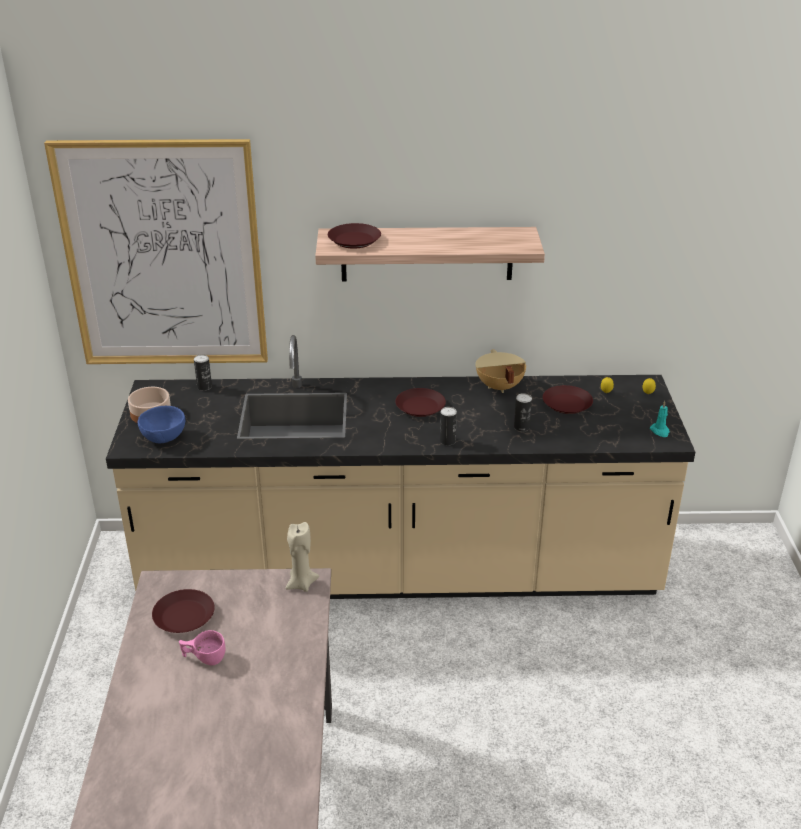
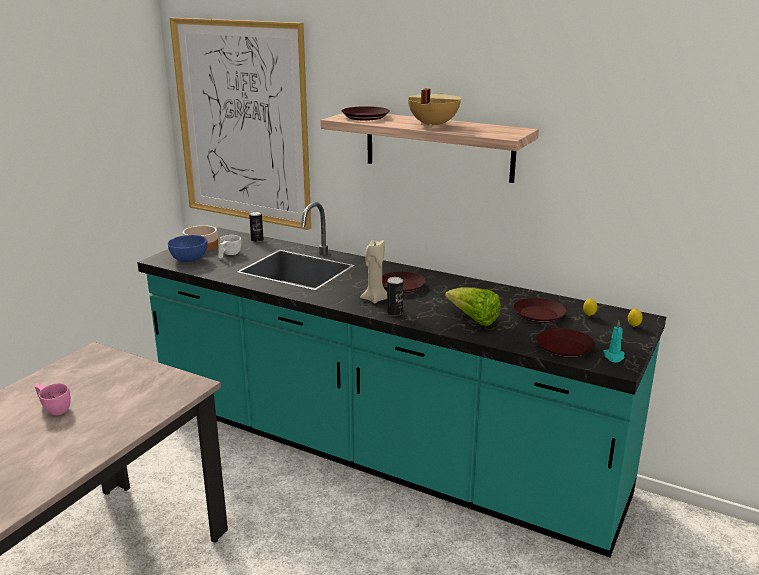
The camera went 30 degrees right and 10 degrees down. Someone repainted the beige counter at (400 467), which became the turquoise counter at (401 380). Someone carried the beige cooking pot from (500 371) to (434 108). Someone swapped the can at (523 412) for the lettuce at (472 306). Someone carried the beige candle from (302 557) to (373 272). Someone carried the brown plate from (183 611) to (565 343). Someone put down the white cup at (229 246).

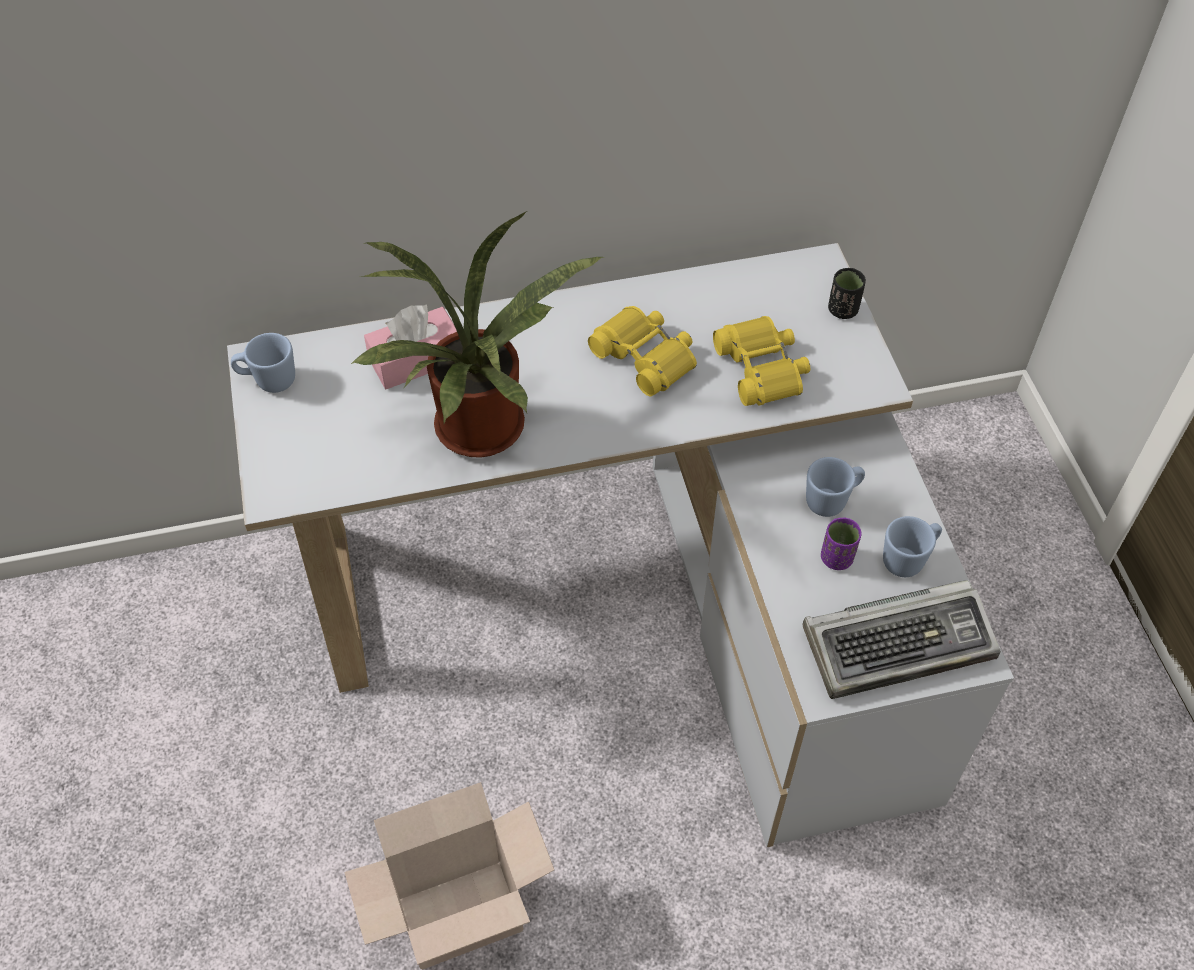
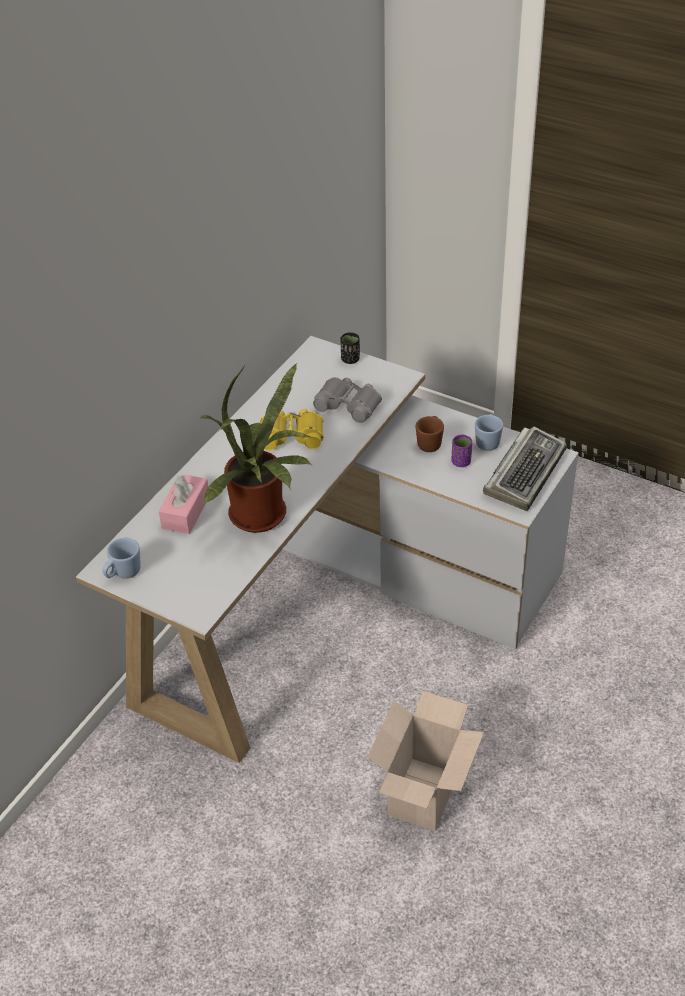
The camera went 45 degrees left and 10 degrees down. Someone repainted the yellow binoculars at (761 361), which became the grey binoculars at (347 400). Someone repainted the blue mug at (835 487), which became the brown mug at (430 434).

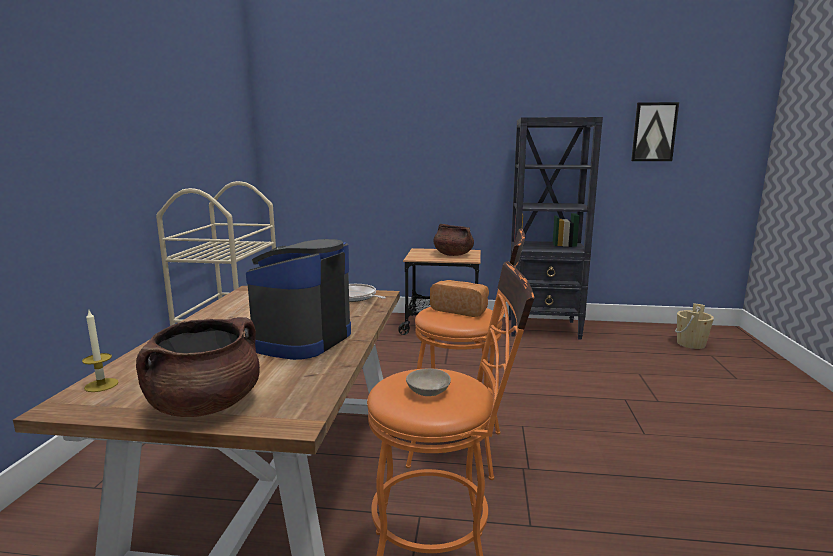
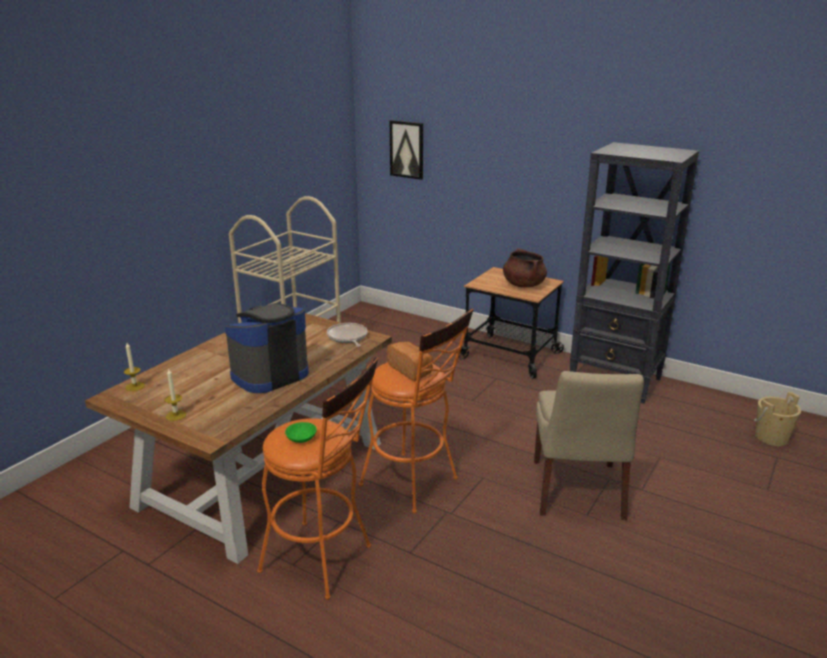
The camera went 25 degrees right and 10 degrees up. Someone carried the picture from (655 131) to (406 150). Someone swapped the brown cooking pot at (198 367) for the candle at (175 395). Someone repainted the beige bowl at (428 382), which became the green bowl at (301 432). Someone put down the beige chair at (589 445).

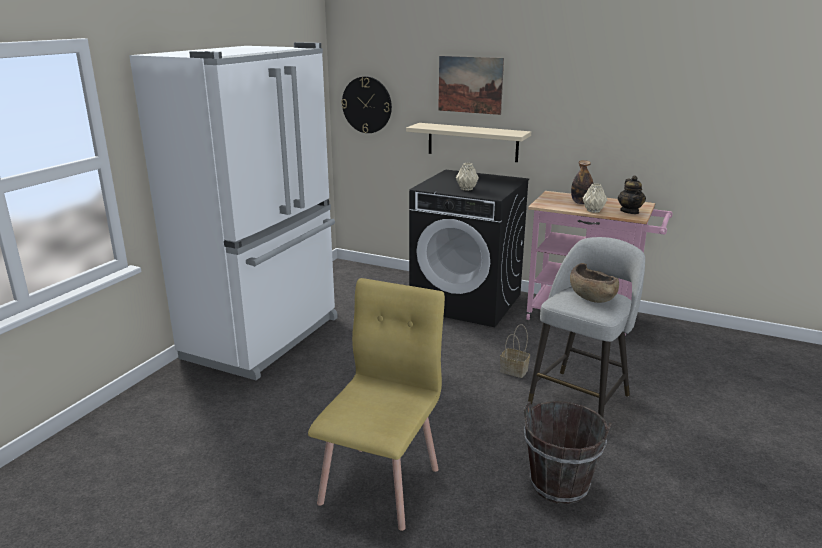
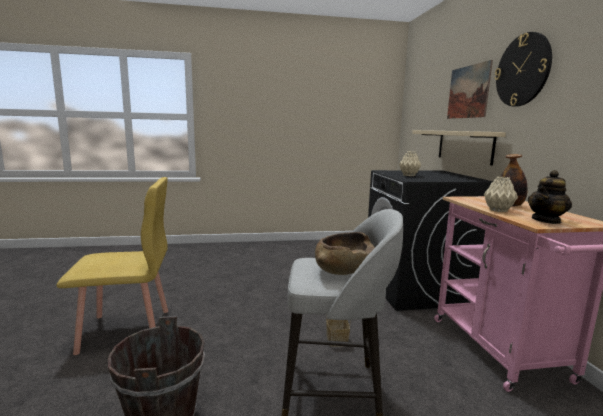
The camera went 55 degrees right and 10 degrees down. Someone took away the white fridge at (233 211). Someone carried the wall clock from (366 104) to (523 69).

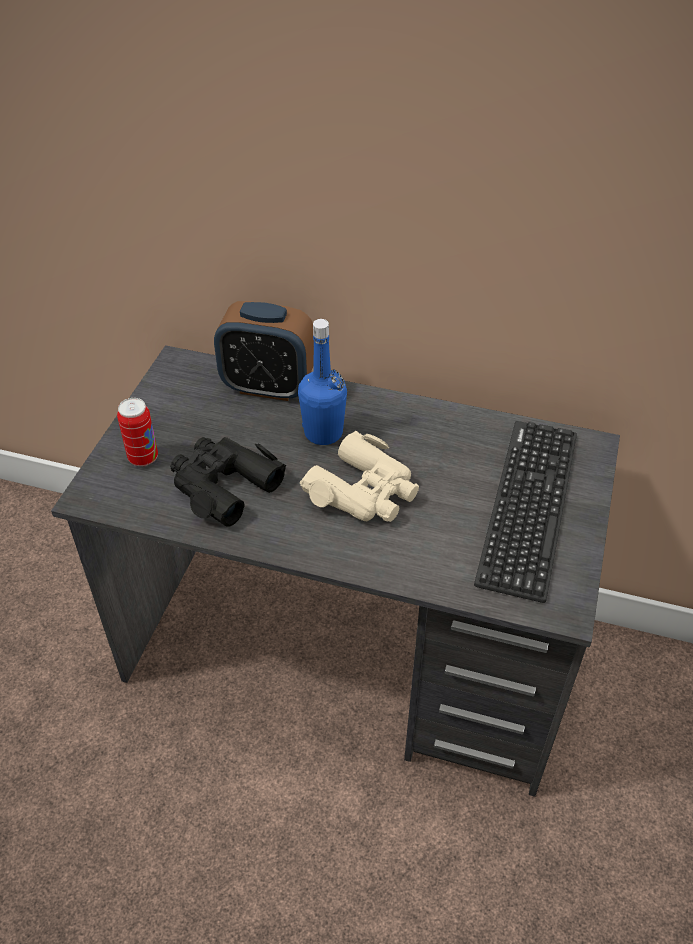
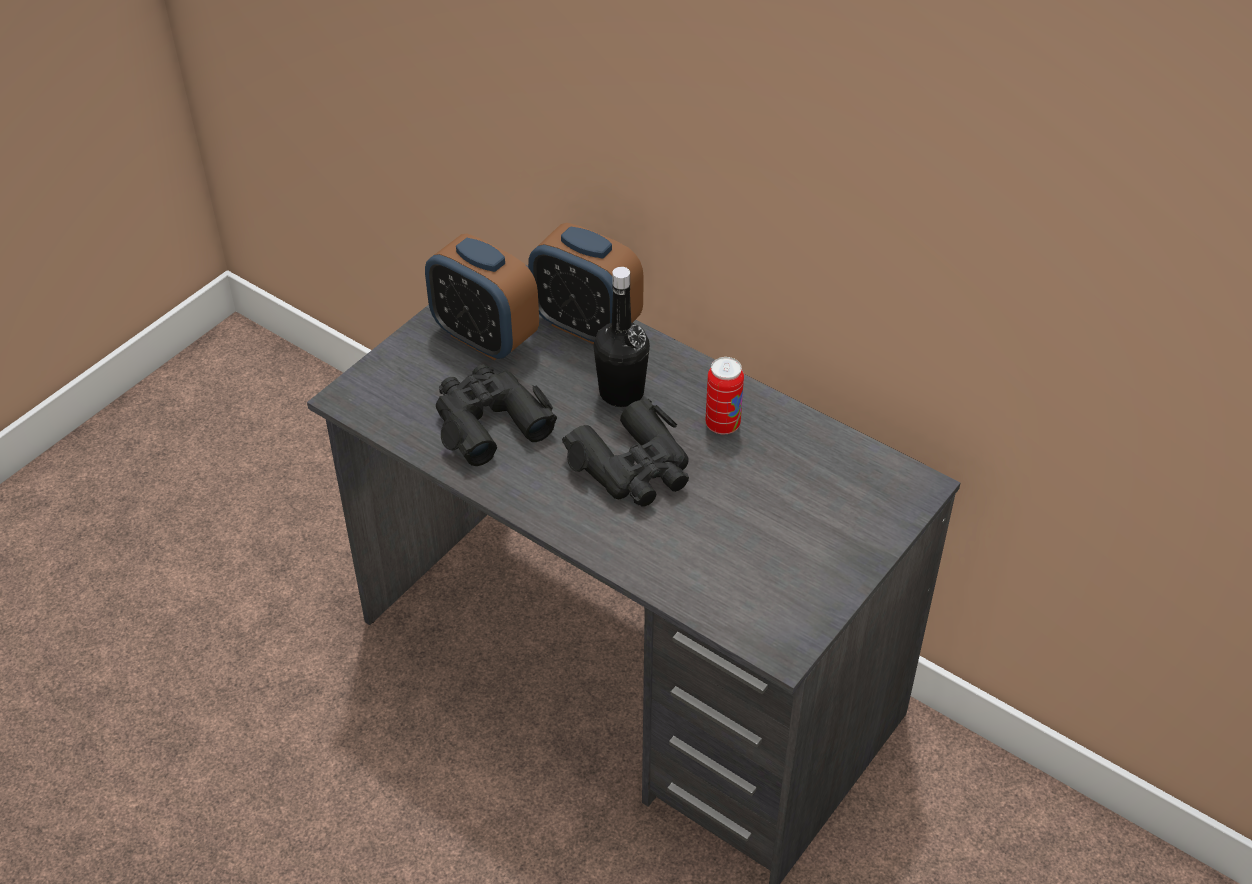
The camera went 20 degrees right and 0 degrees up. Someone repainted the blue bottle at (322 382), which became the black bottle at (621 337). Someone carried the can from (137 432) to (724 396). Someone took away the keyboard at (525 512). Someone repainted the beige binoculars at (359 476), which became the black binoculars at (625 453). Someone put down the alarm clock at (482 296).

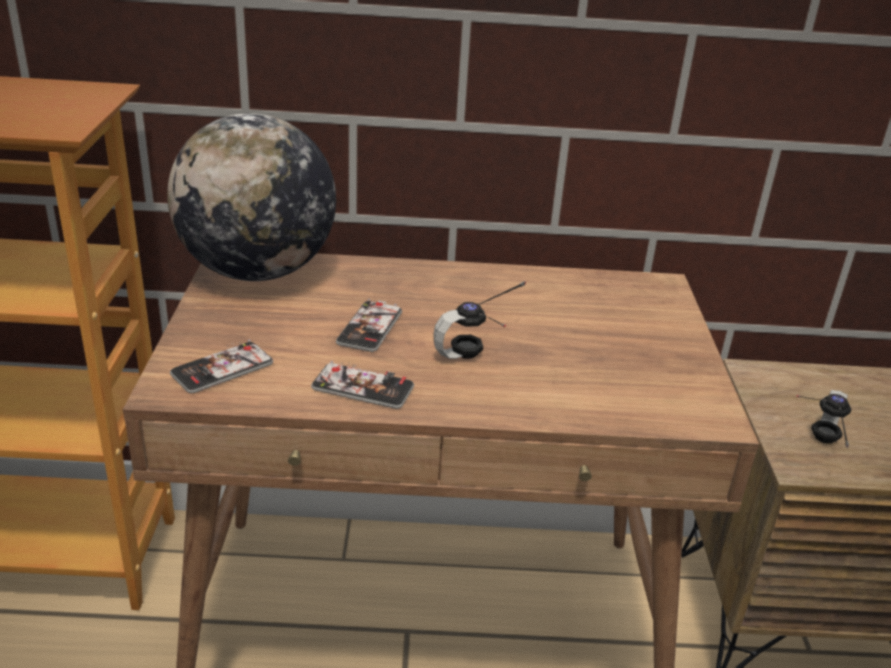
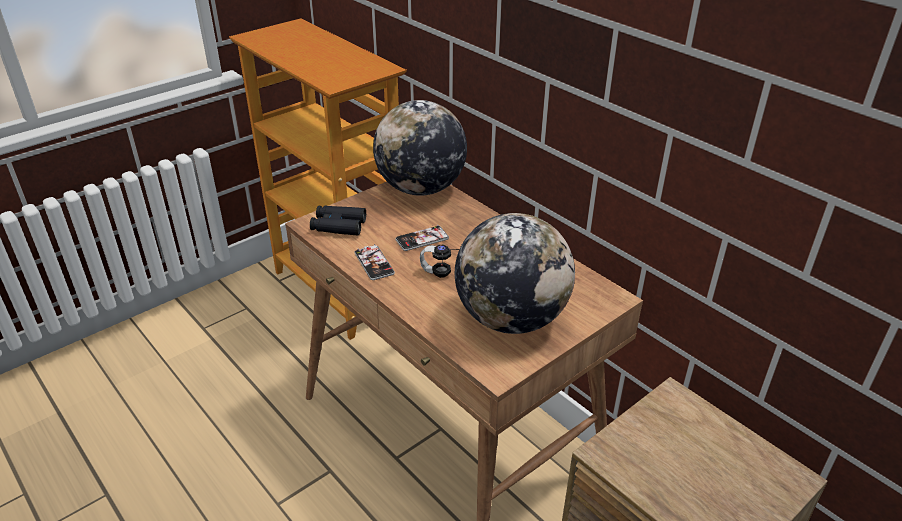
The camera went 50 degrees right and 5 degrees up. Someone swapped the phone at (221 366) for the black binoculars at (338 221). Someone took away the headphones at (823 419). Someone put down the globe at (515 273).

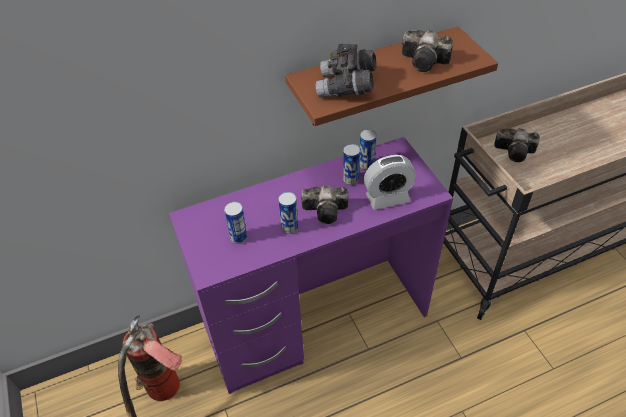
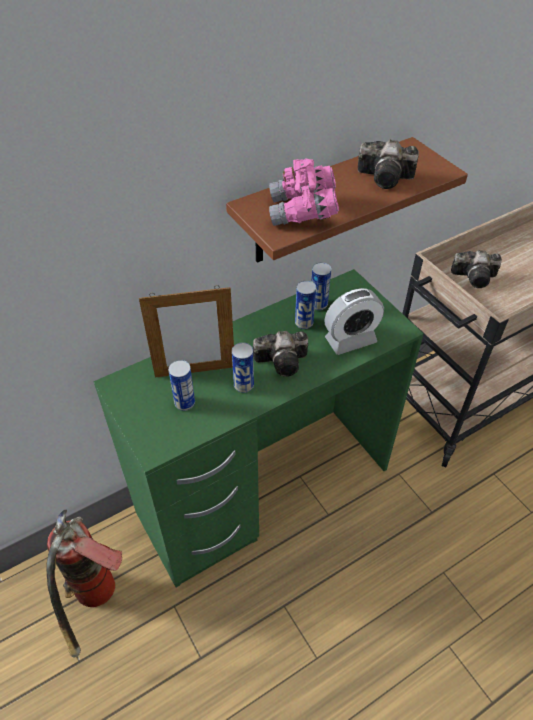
The camera went 10 degrees left and 0 degrees up. Someone repainted the grey binoculars at (346 70), which became the pink binoculars at (304 192). Someone repainted the purple desk at (311 265), which became the green desk at (258 428). Someone put down the picture frame at (186 331).

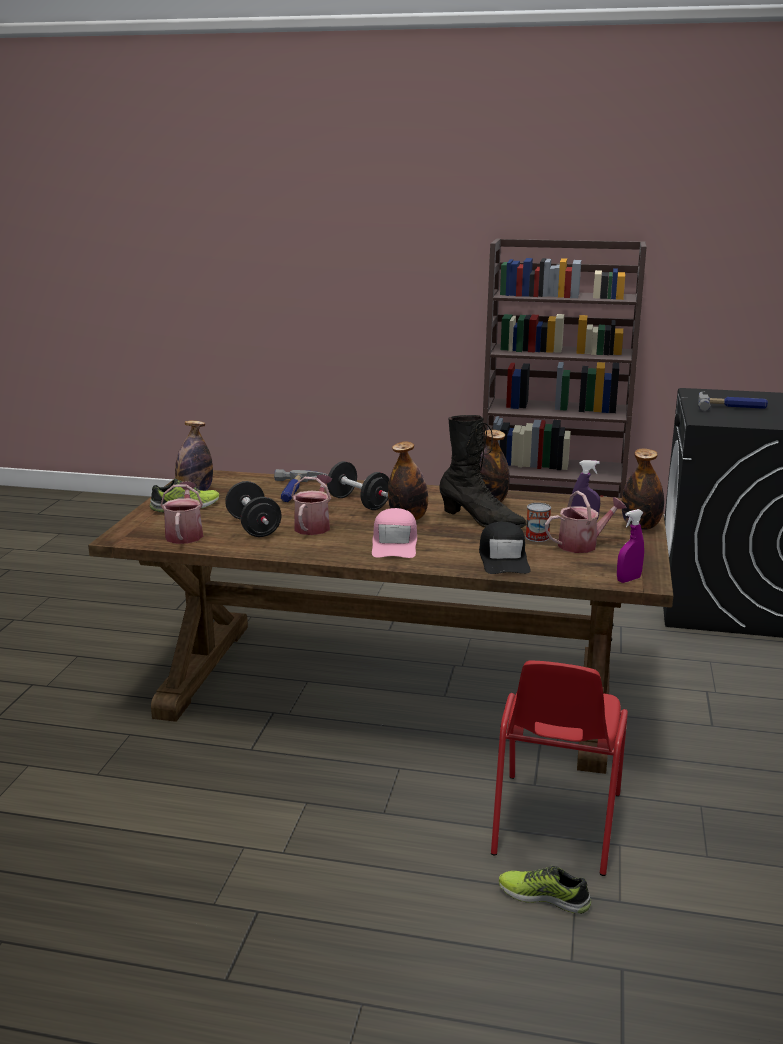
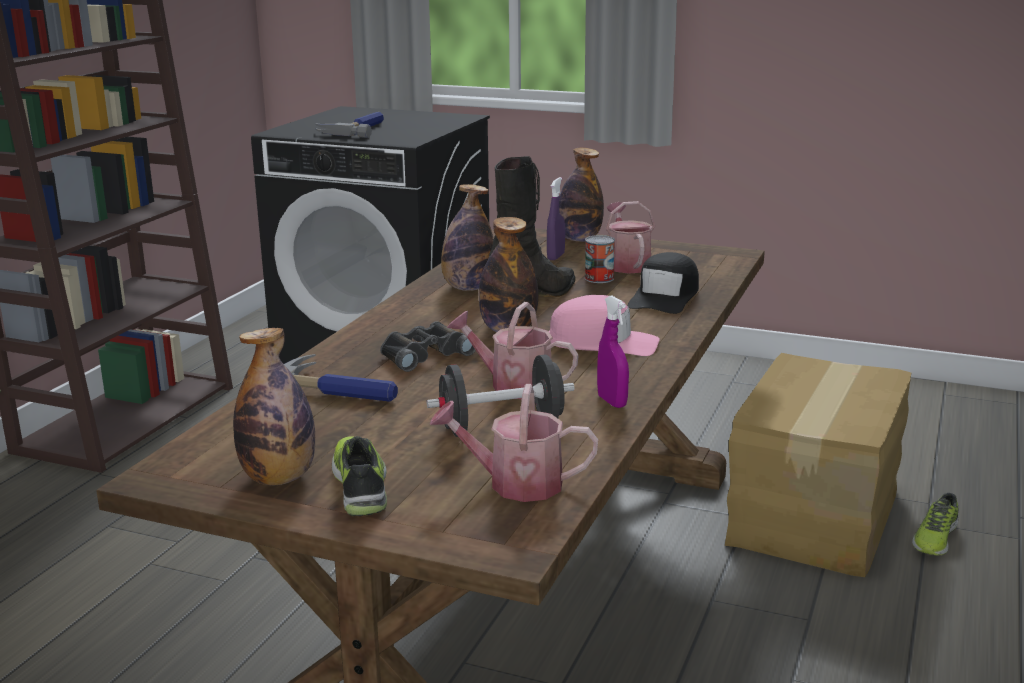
The camera went 80 degrees left and 0 degrees up. Someone swapped the black dumbbell at (358 485) for the black binoculars at (428 346). Someone carried the purple spray bottle from (630 546) to (613 352). Someone rotated the black cap at (505 548) by 105 degrees clockwise. Someone swapped the red chair at (559 768) for the cardboard box at (818 465).

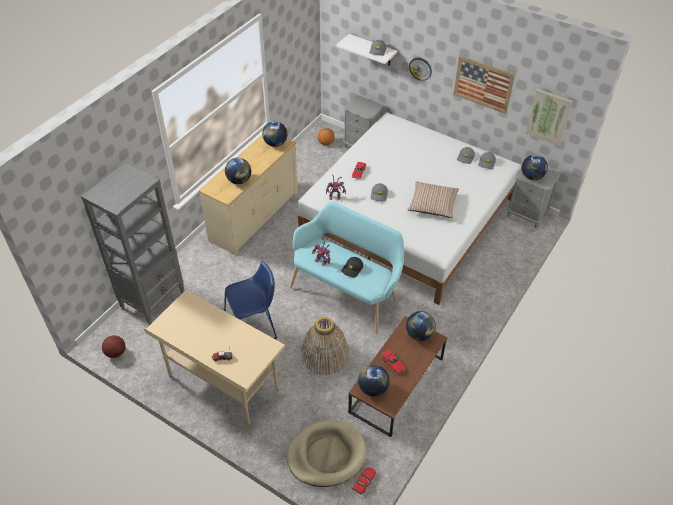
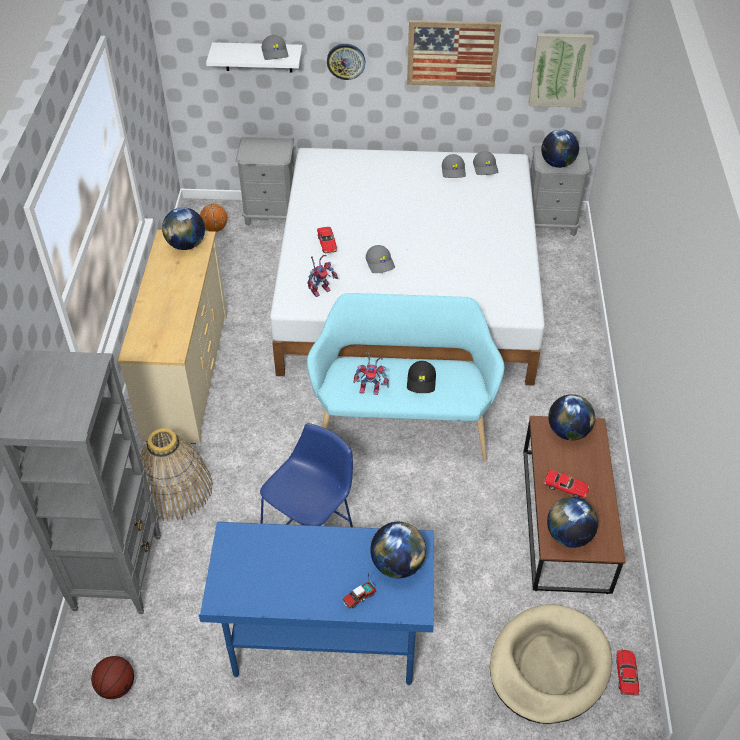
The camera went 30 degrees left and 0 degrees up. Someone carried the globe from (238 171) to (398 550). Someone took away the pillow at (433 199). Someone repainted the beige desk at (214 357), which became the blue desk at (316 604). Someone carried the basket from (325 346) to (176 474).

